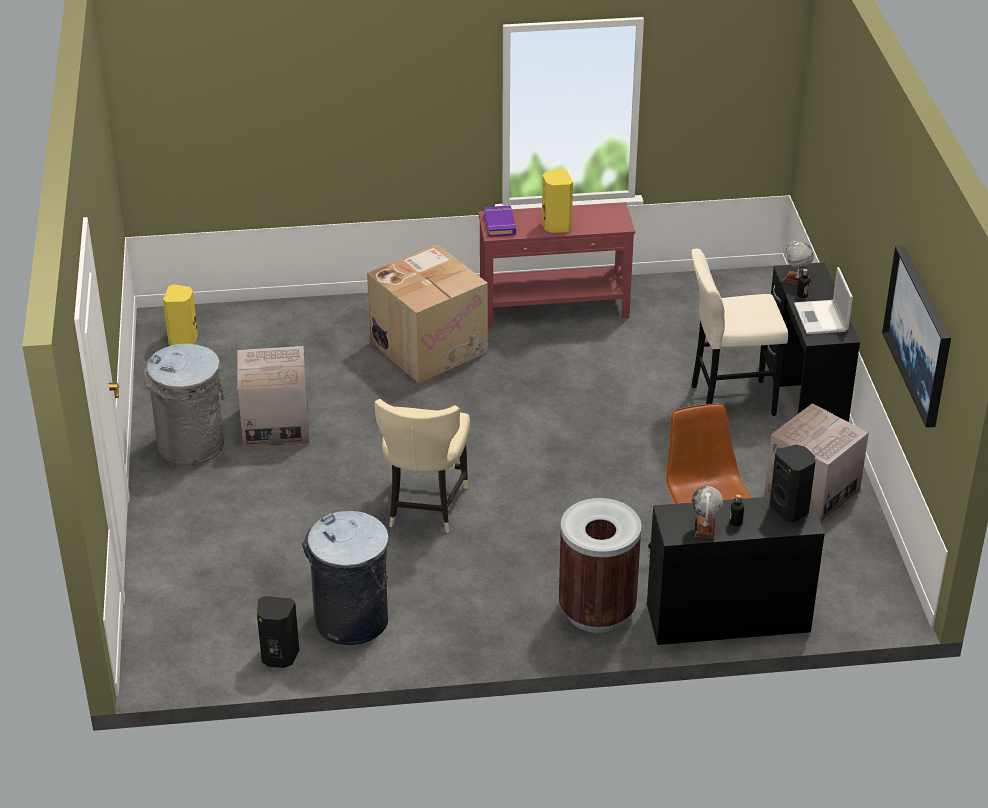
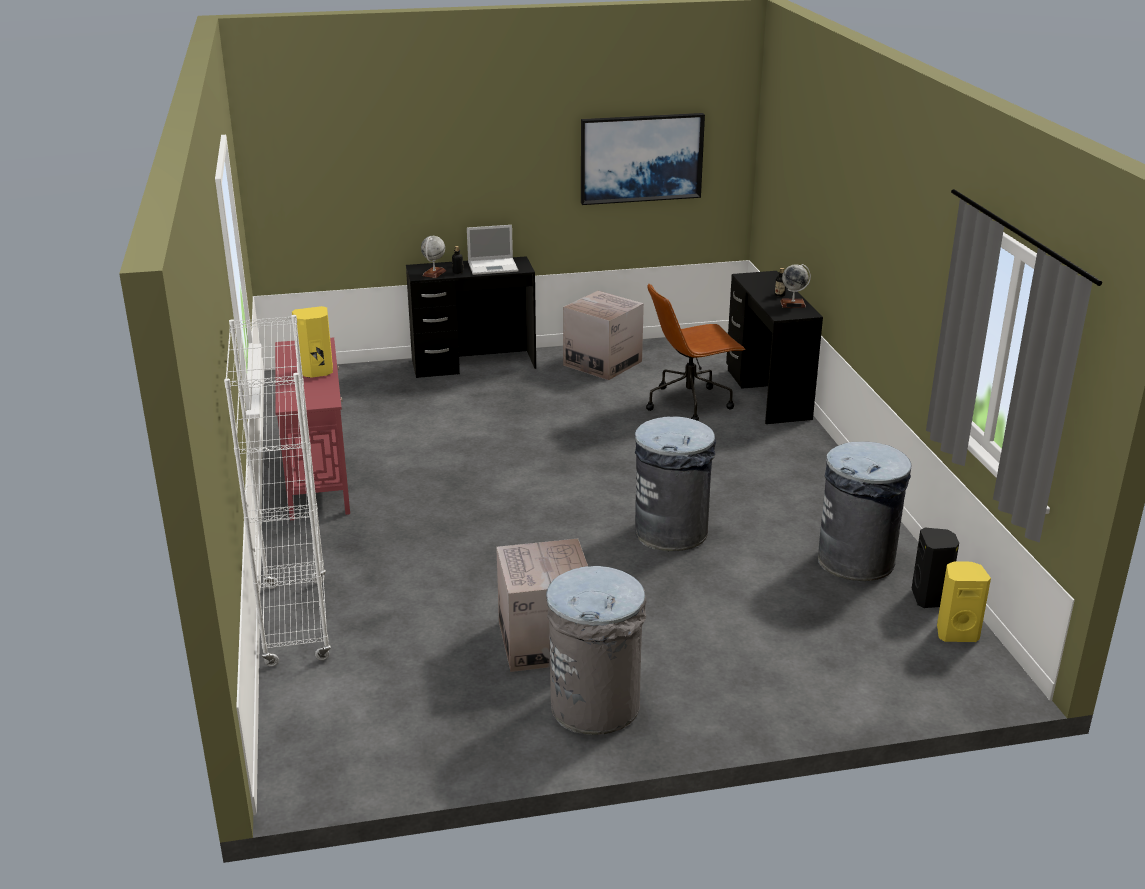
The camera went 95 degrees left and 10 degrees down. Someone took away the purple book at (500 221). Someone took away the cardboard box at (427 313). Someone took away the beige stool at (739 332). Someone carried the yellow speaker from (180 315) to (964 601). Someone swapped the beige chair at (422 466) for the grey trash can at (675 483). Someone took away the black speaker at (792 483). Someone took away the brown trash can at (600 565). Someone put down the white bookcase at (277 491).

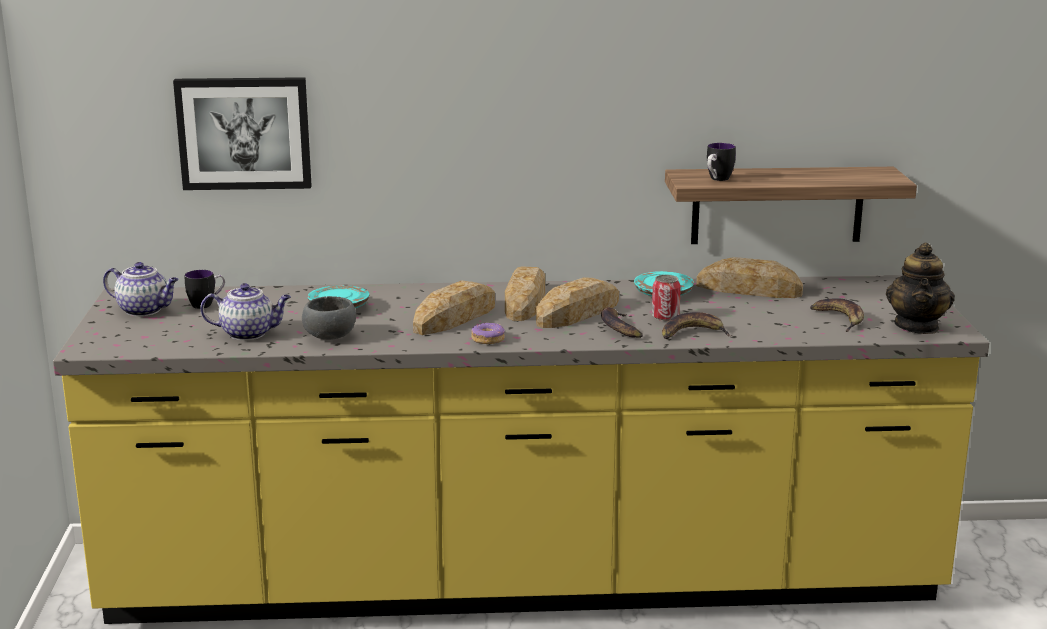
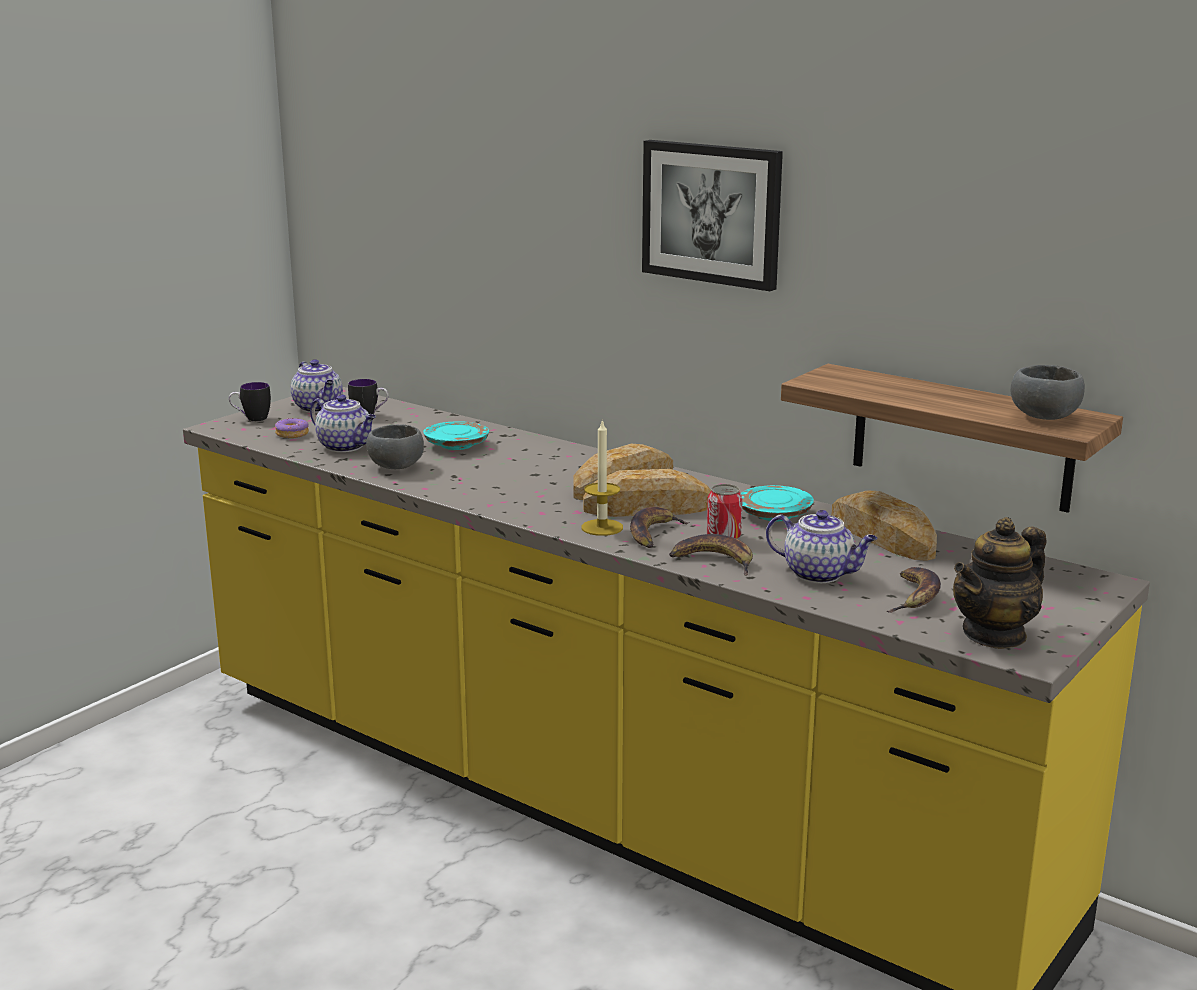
The camera went 40 degrees right and 0 degrees up. Someone carried the picture from (242 133) to (712 215). Someone carried the mug from (721 162) to (250 401). Someone took away the bread at (454 307). Someone carried the donut from (488 333) to (292 428). Someone put down the grey bowl at (1047 392). Someone put down the candle at (602 477). Someone put down the teapot at (822 546).

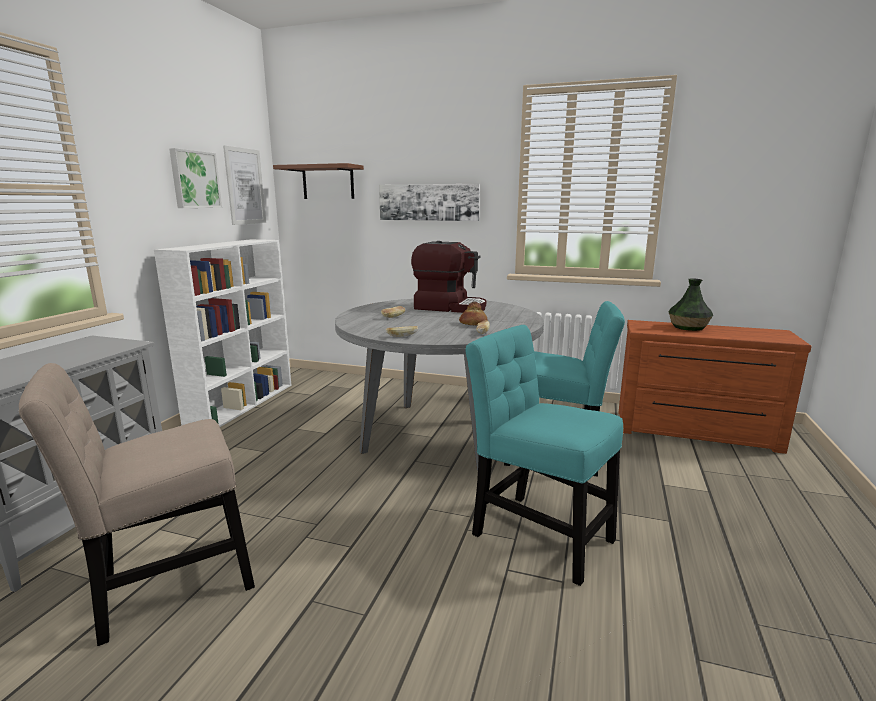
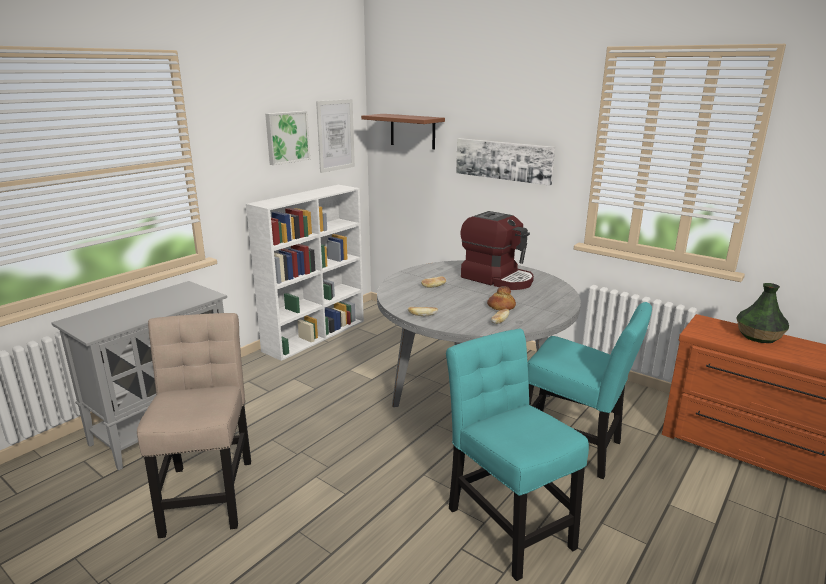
The camera went 20 degrees right and 5 degrees up. Someone rotated the beige chair at (137 504) by 90 degrees clockwise.

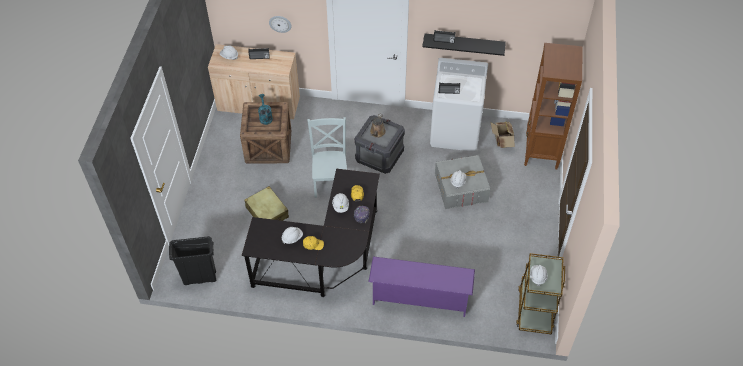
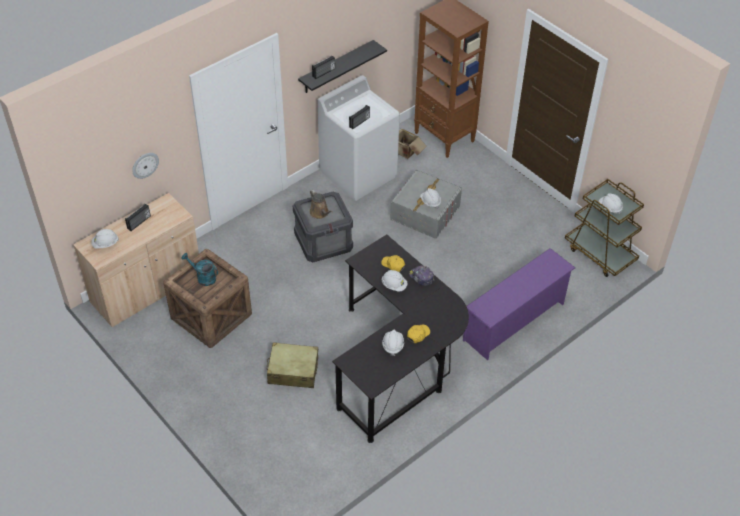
The camera went 50 degrees left and 5 degrees down. Someone took away the grey chair at (327 157). Someone took away the black trash can at (192 260).

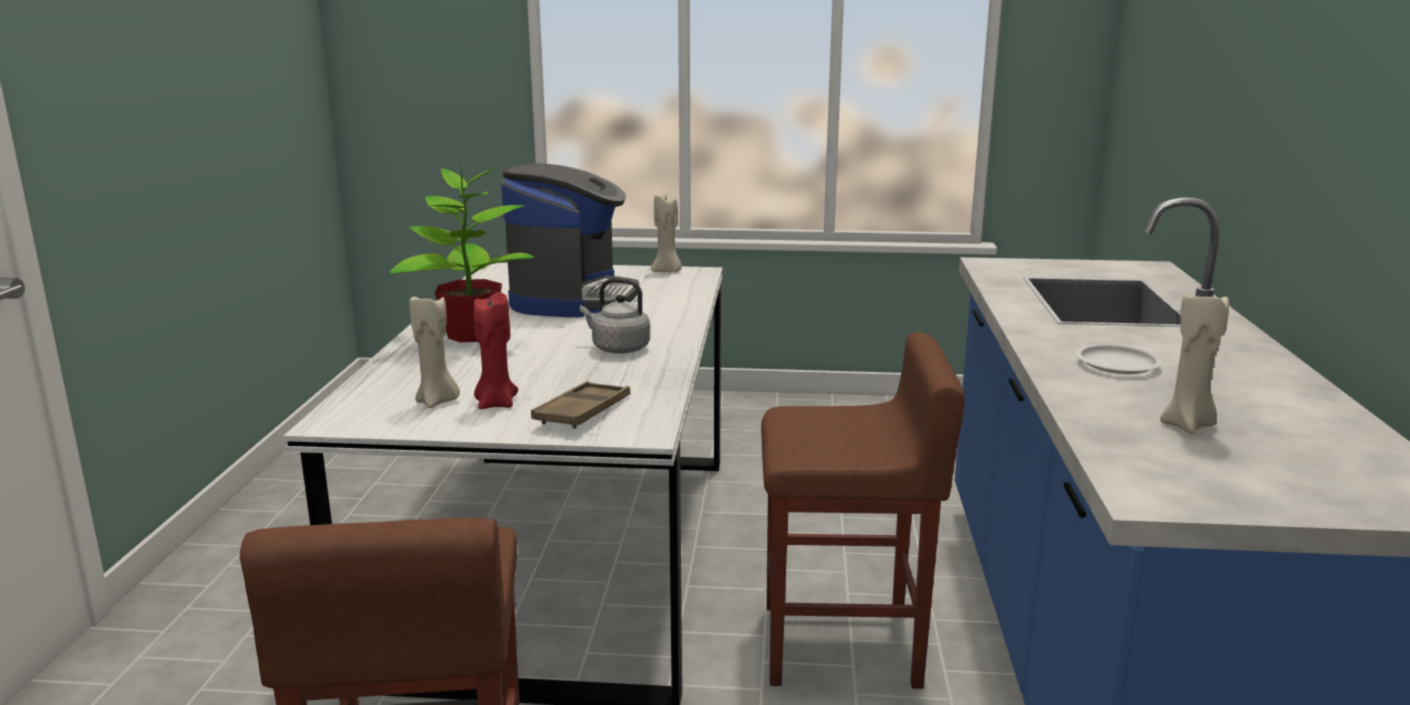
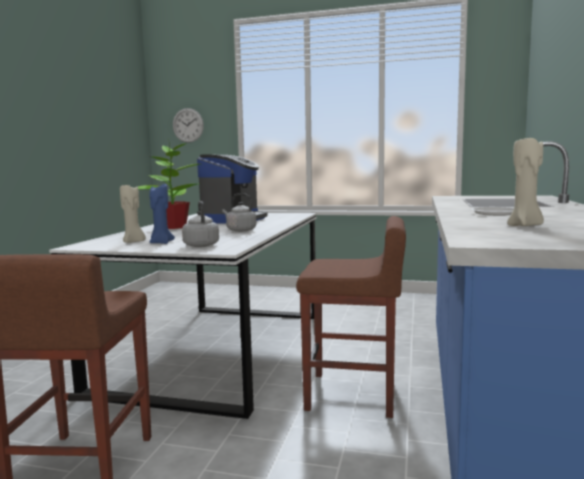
The camera went 10 degrees right and 10 degrees down. Someone took away the beige candle at (666 233). Someone repainted the red candle at (495 350), which became the blue candle at (162 214). Someone swapped the brown tray at (581 405) for the grey kettle at (200 224). Someone put up the wall clock at (188 125).

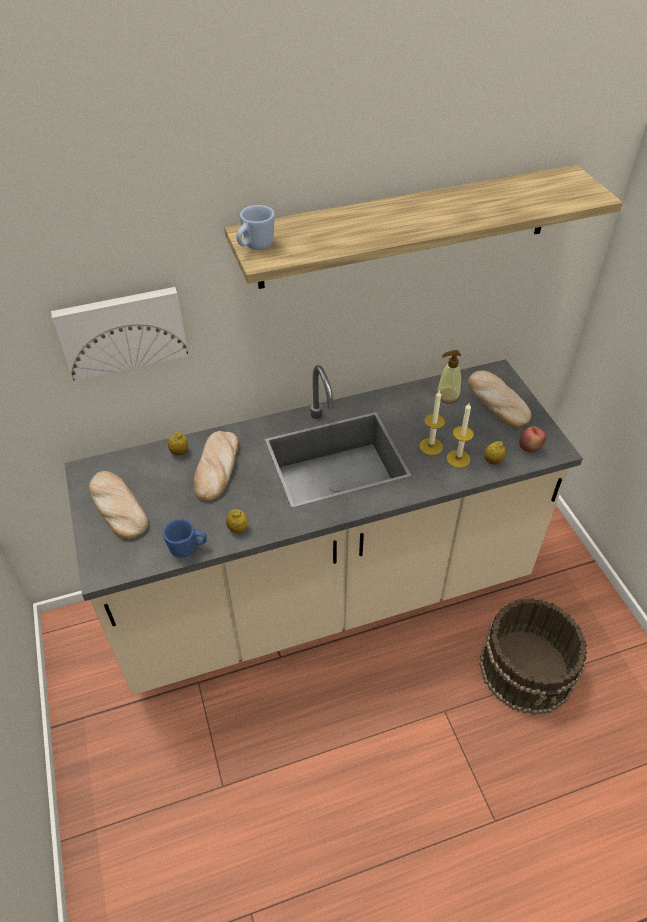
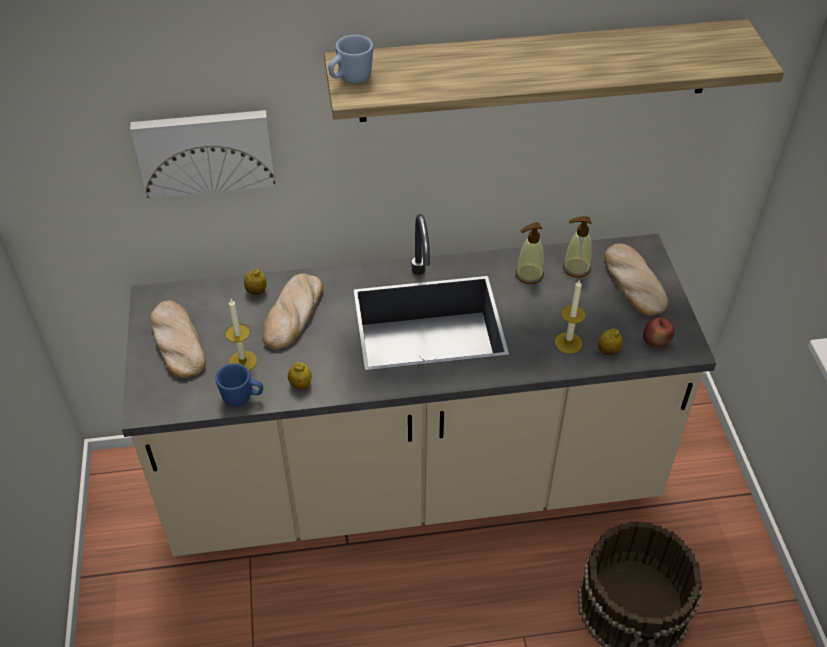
The camera went 10 degrees right and 0 degrees up. Someone carried the candle from (432 423) to (241 335). Someone put down the soap dispenser at (529 253).

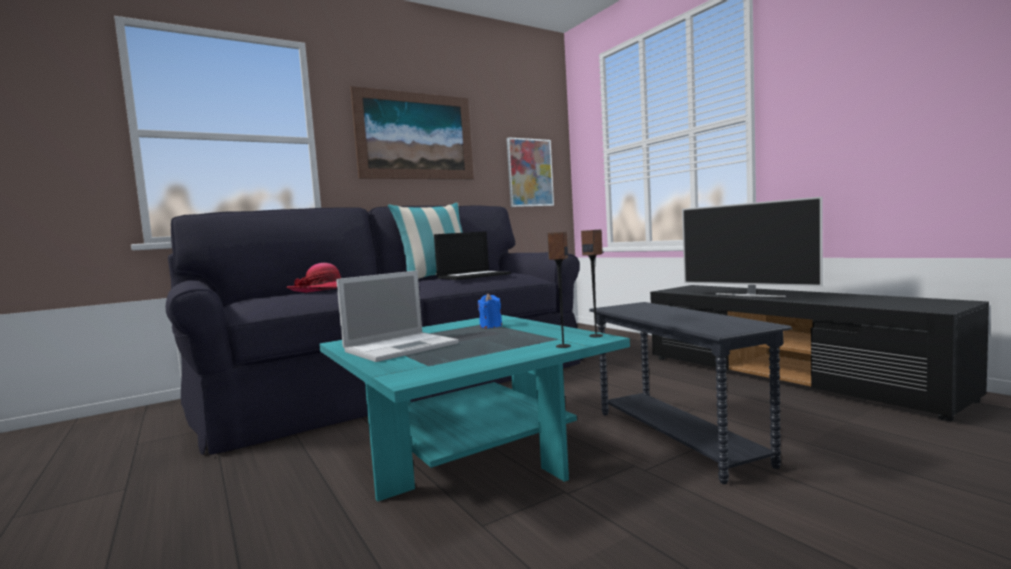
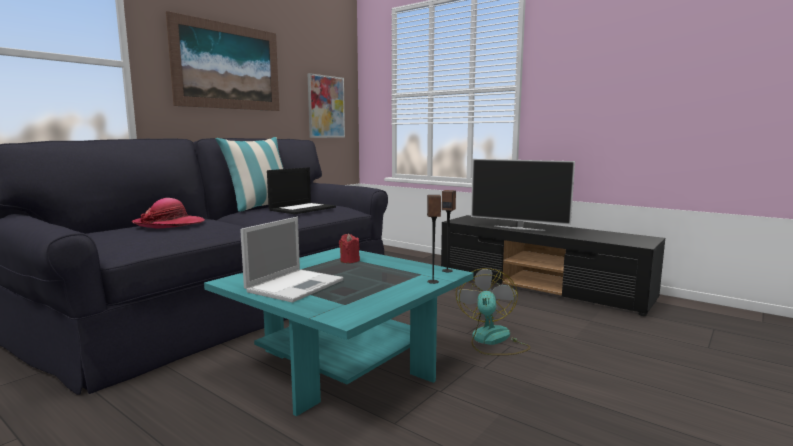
The camera went 20 degrees left and 5 degrees up. Someone repainted the blue candle at (490 310), which became the red candle at (349 248). Someone swapped the grey side table at (690 393) for the fan at (493 311).

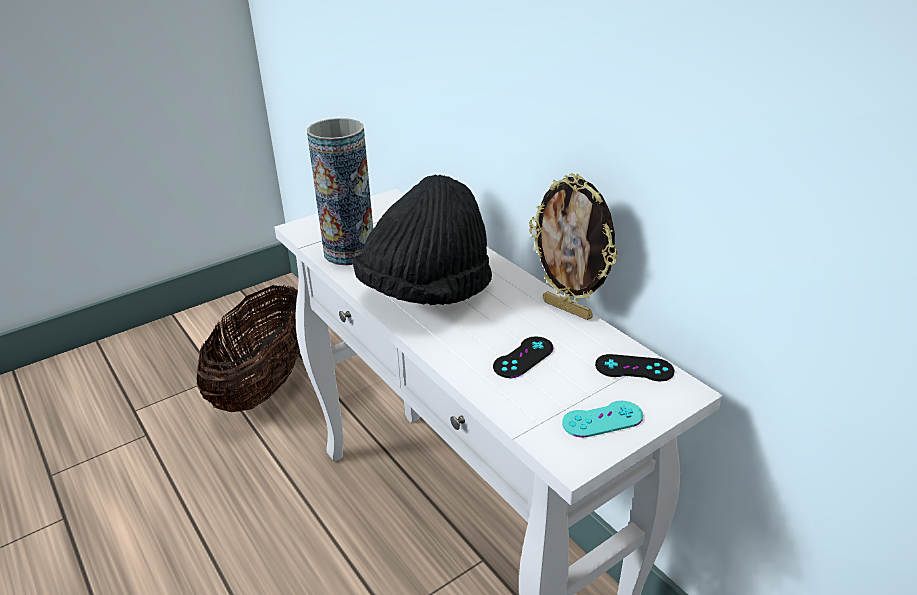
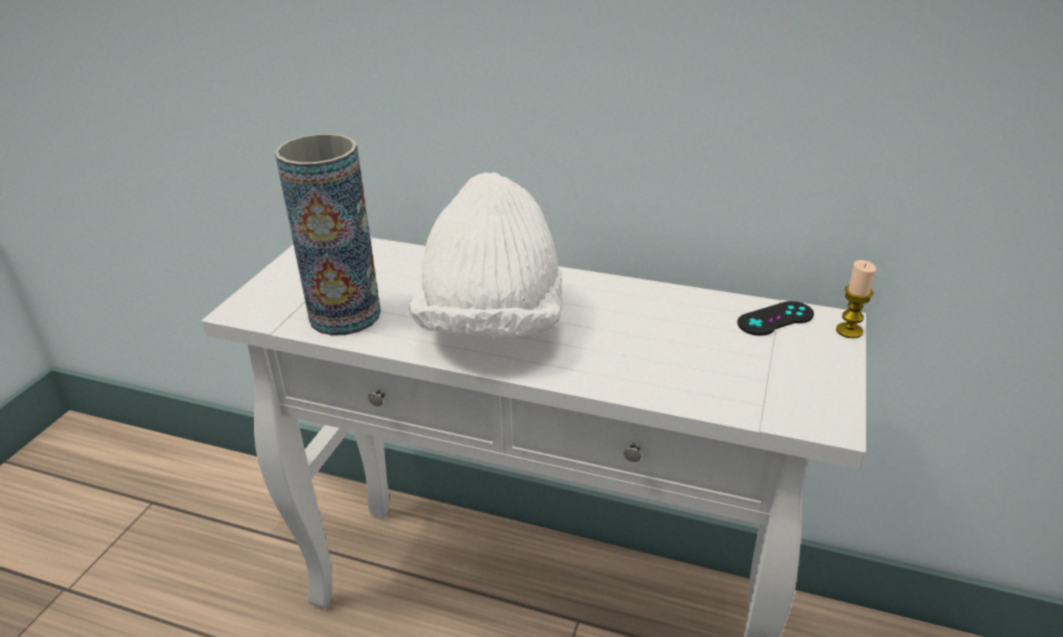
The camera went 35 degrees left and 0 degrees up. Someone took away the picture frame at (573 246). Someone repainted the black hat at (422 240), which became the white hat at (486 254). Someone took away the basket at (248 348). Someone took away the black game controller at (523 357). Someone took away the turquoise game controller at (602 419). Someone put down the candle at (856 299).

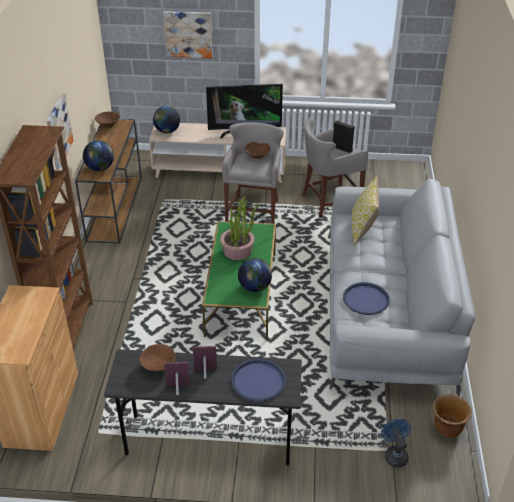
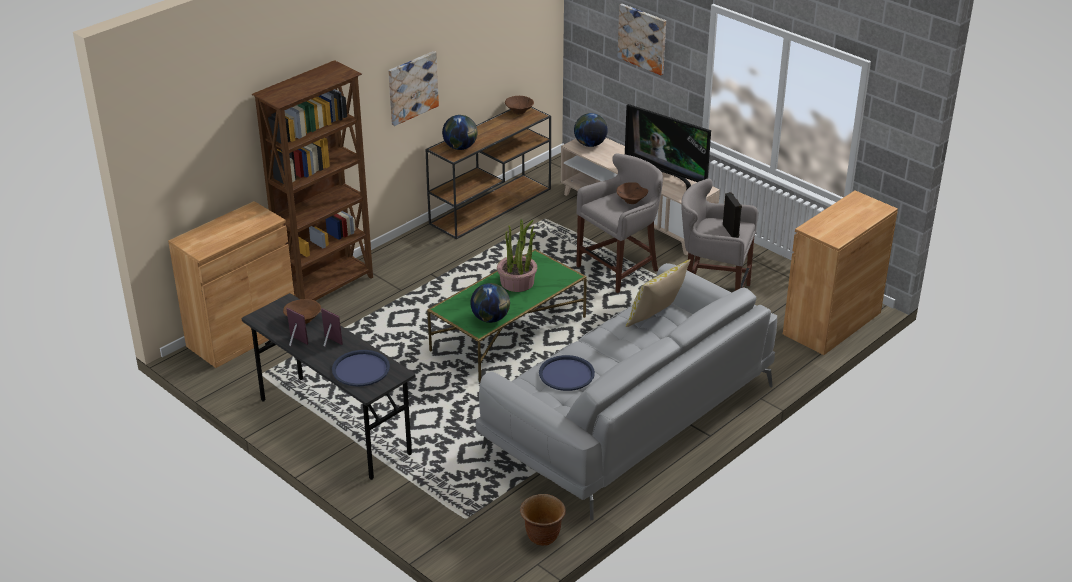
The camera went 40 degrees right and 5 degrees down. Someone took away the blue fan at (396 443). Someone put down the brown cabinet at (840 272).

